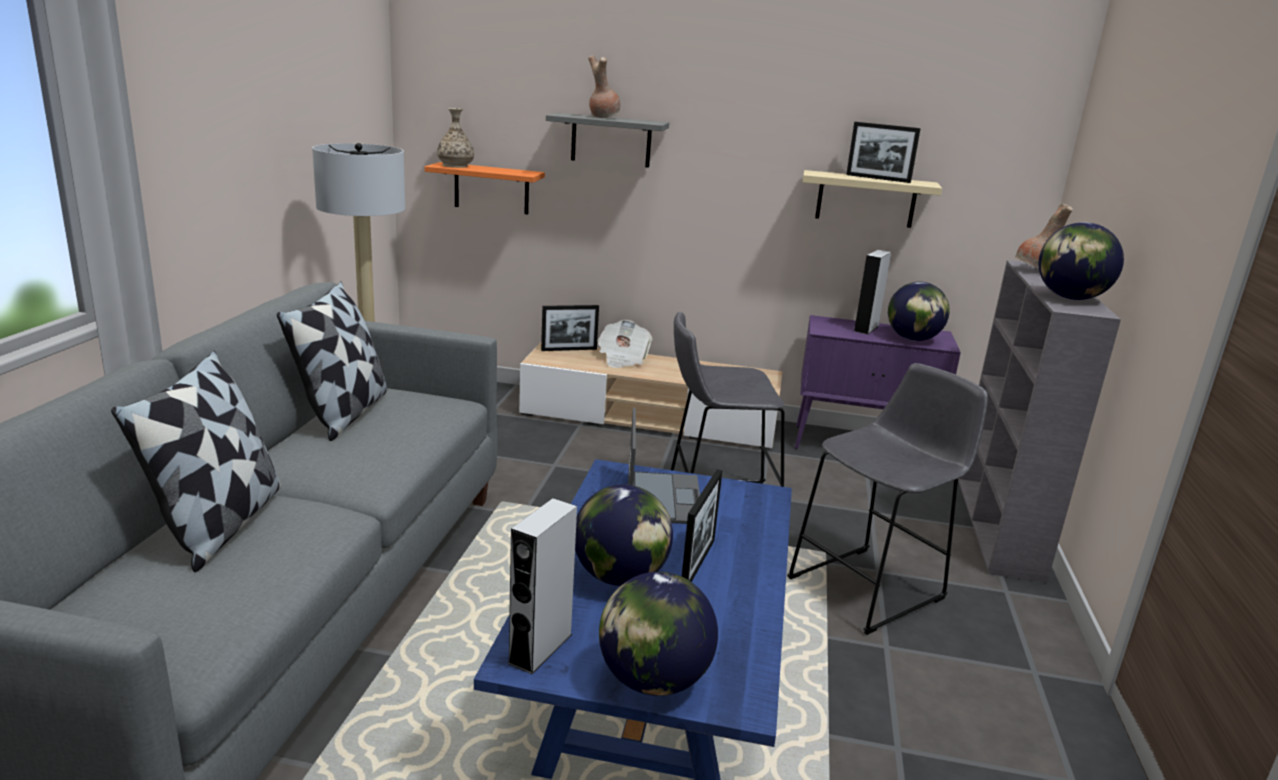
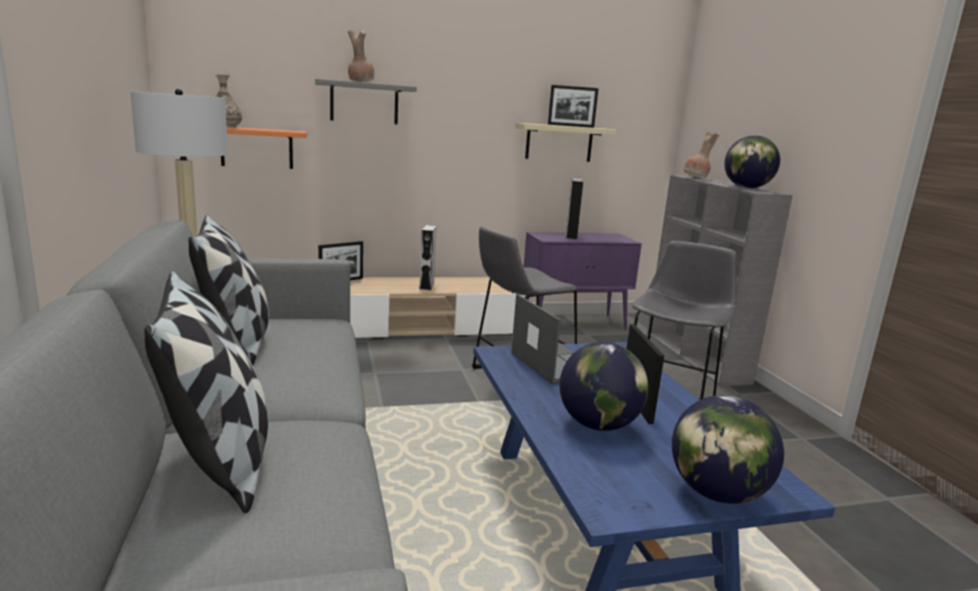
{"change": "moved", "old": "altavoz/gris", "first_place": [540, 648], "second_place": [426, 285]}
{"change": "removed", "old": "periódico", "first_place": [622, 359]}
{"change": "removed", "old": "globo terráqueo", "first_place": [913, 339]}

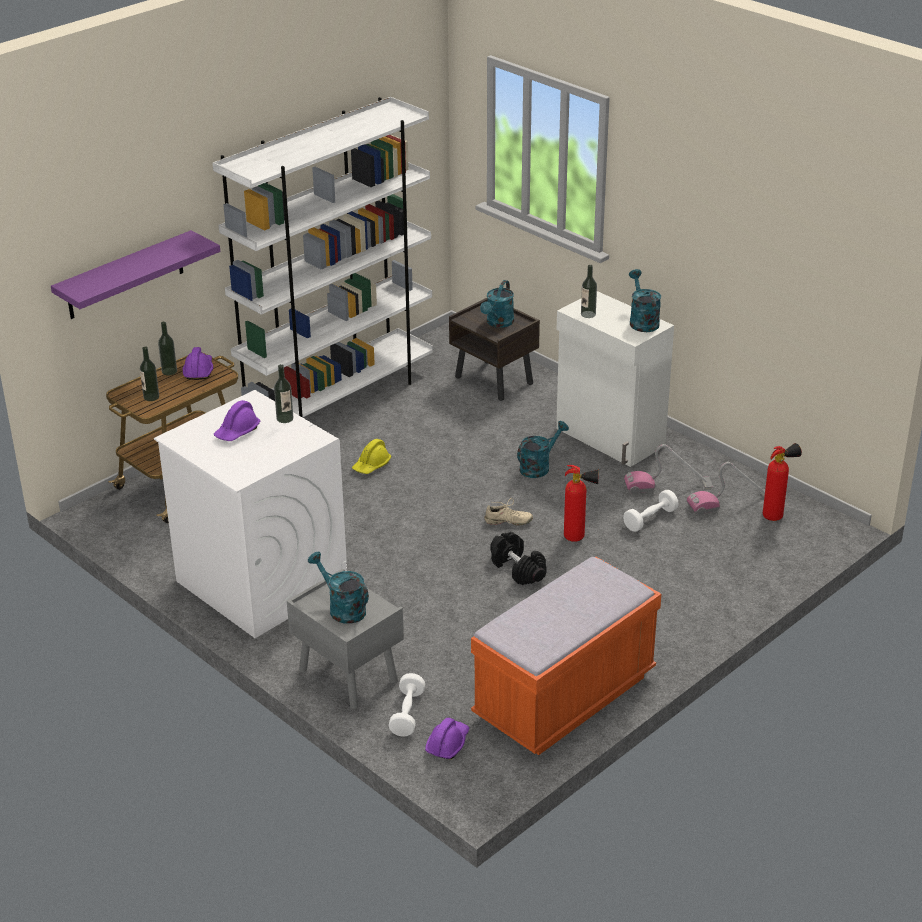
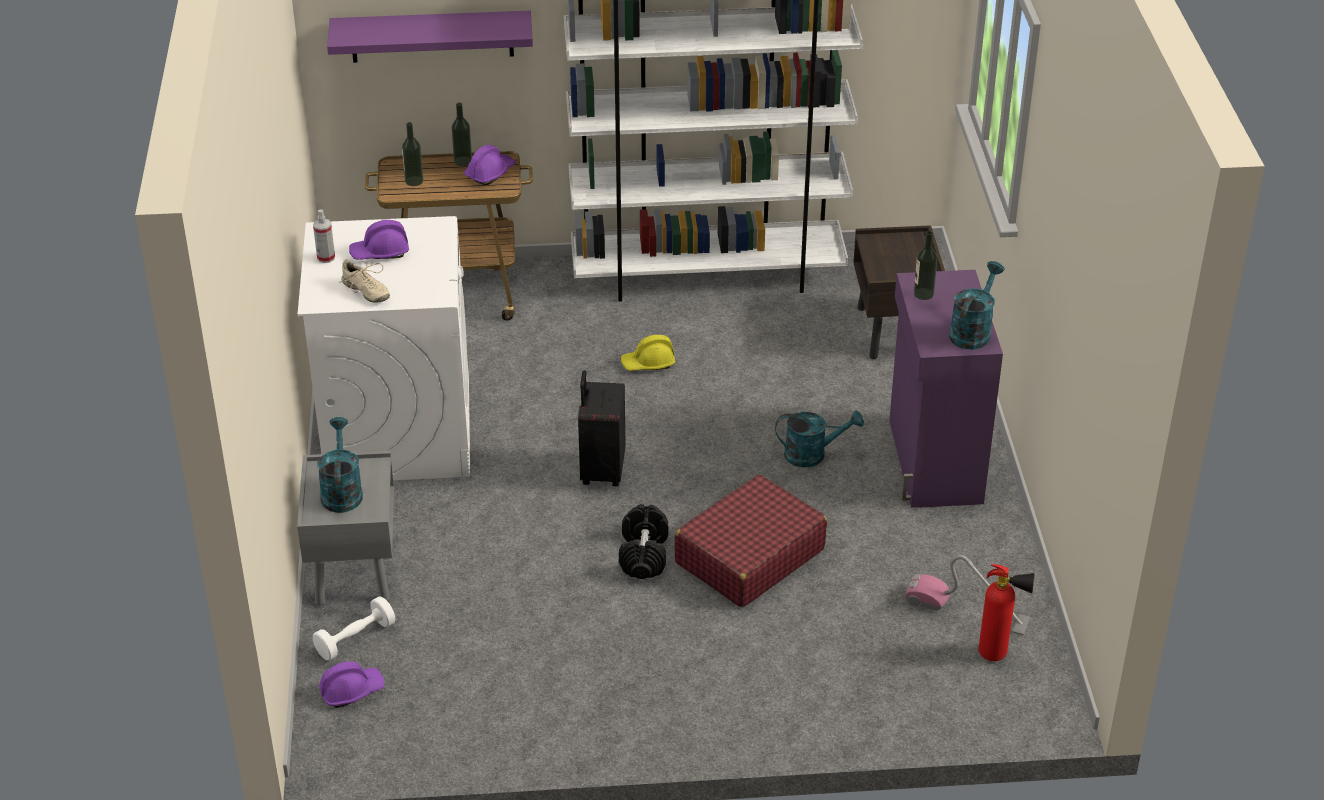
{"change": "removed", "old": "botella", "first_place": [285, 418]}
{"change": "removed", "old": "banco/naranja", "first_place": [565, 697]}
{"change": "removed", "old": "regadera/turquesa", "first_place": [498, 323]}
{"change": "moved", "old": "zapato/beis", "first_place": [508, 521], "second_place": [365, 291]}
{"change": "recoloured", "old": "armario/blanco", "new": "armario/morado", "first_place": [609, 438], "second_place": [933, 462]}
{"change": "replaced", "old": "extintor", "new": "maleta/rojo", "first_place": [579, 538], "second_place": [749, 556]}
{"change": "removed", "old": "mancuerna/blanco", "first_place": [650, 519]}
{"change": "removed", "old": "aspiradora", "first_place": [668, 486]}
{"change": "added", "new": "pulverizador", "second_place": [326, 258]}
{"change": "added", "new": "maleta/negro", "second_place": [601, 471]}

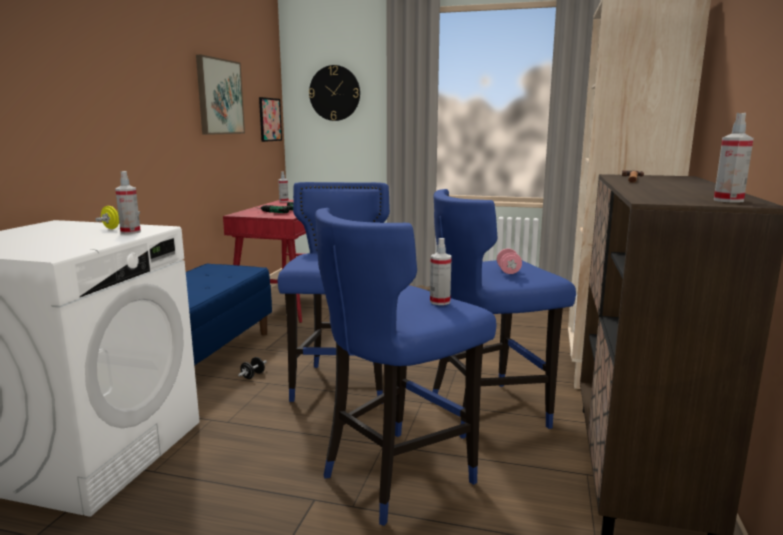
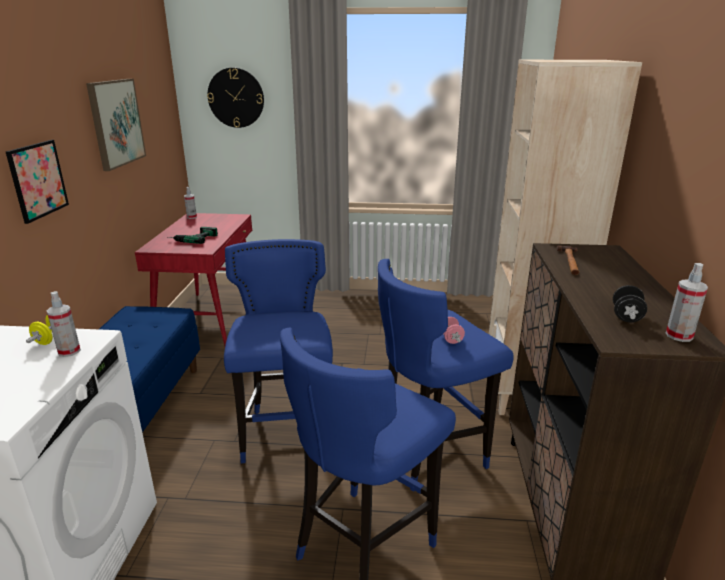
{"change": "moved", "old": "mancuerna/negro", "first_place": [253, 376], "second_place": [626, 316]}
{"change": "moved", "old": "cuadro", "first_place": [270, 119], "second_place": [38, 180]}
{"change": "removed", "old": "pulverizador", "first_place": [440, 302]}

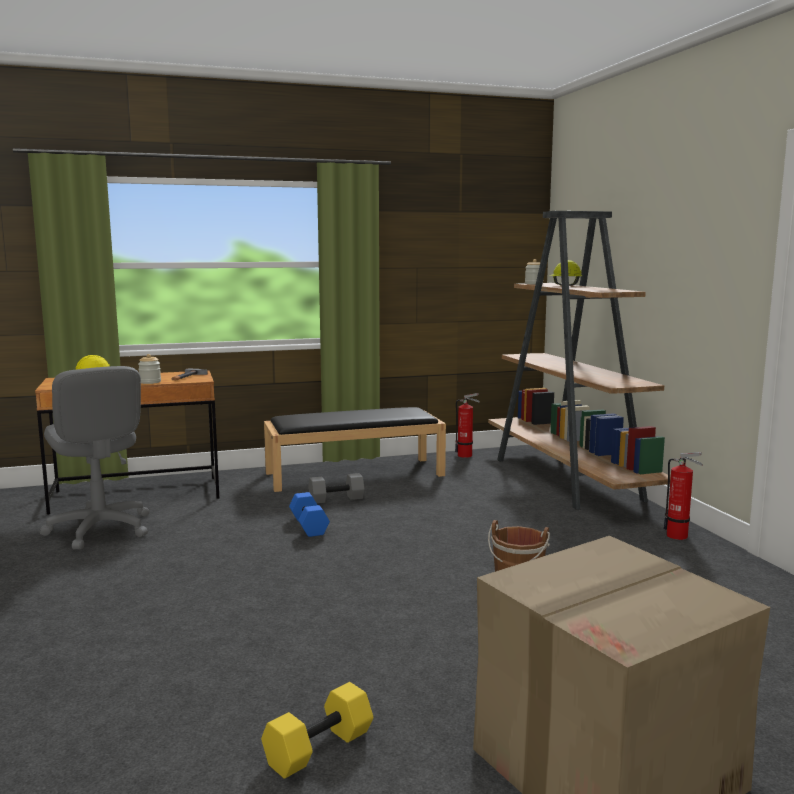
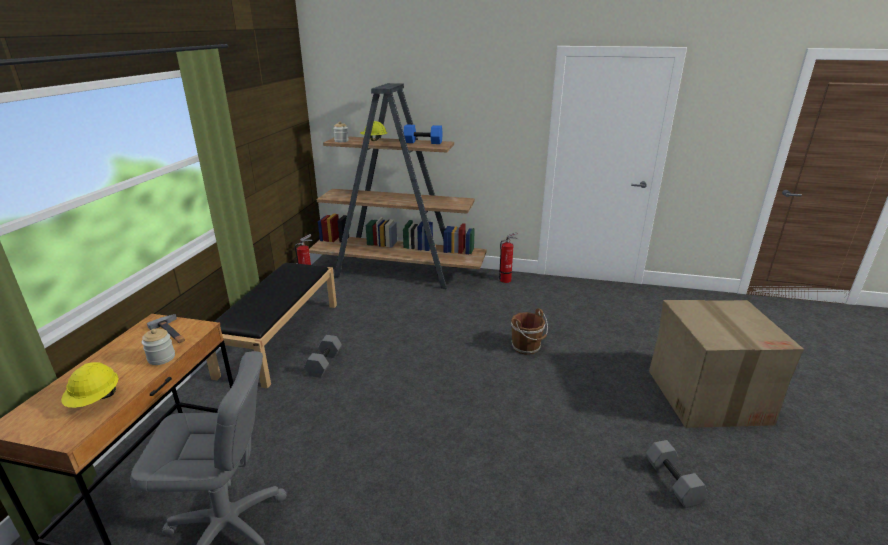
{"change": "recoloured", "old": "mancuerna/amarillo", "new": "mancuerna/gris", "first_place": [319, 749], "second_place": [674, 482]}
{"change": "moved", "old": "mancuerna/azul", "first_place": [310, 526], "second_place": [423, 142]}

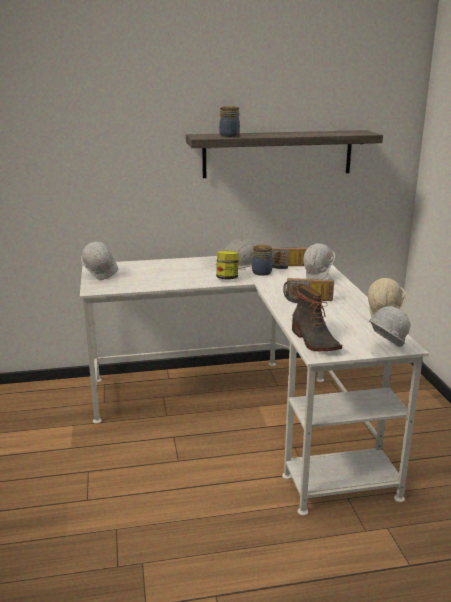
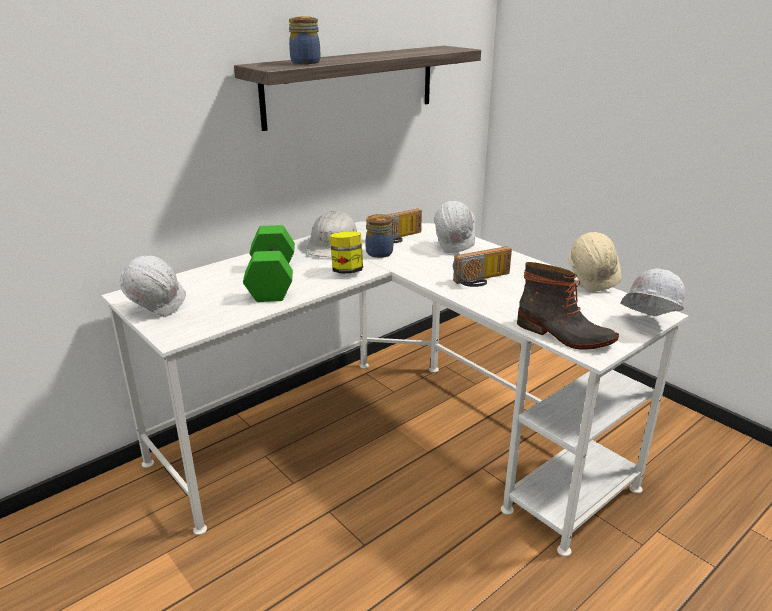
{"change": "added", "new": "mancuerna/verde", "second_place": [270, 280]}

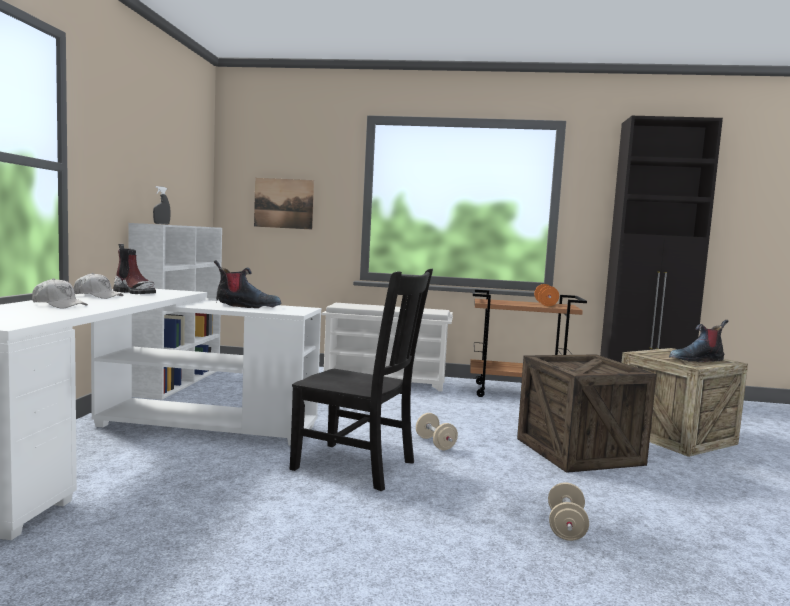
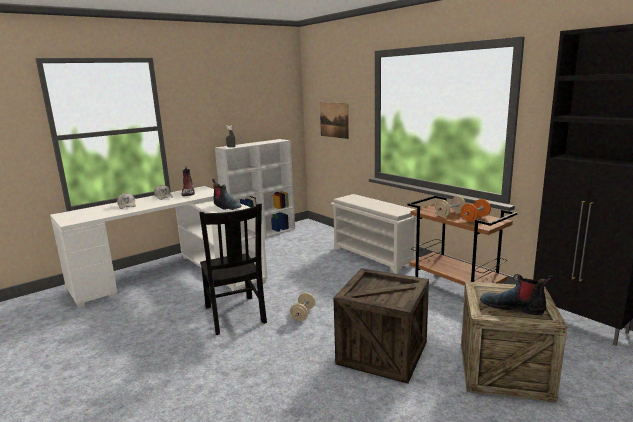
{"change": "moved", "old": "mancuerna/beis", "first_place": [566, 527], "second_place": [450, 214]}

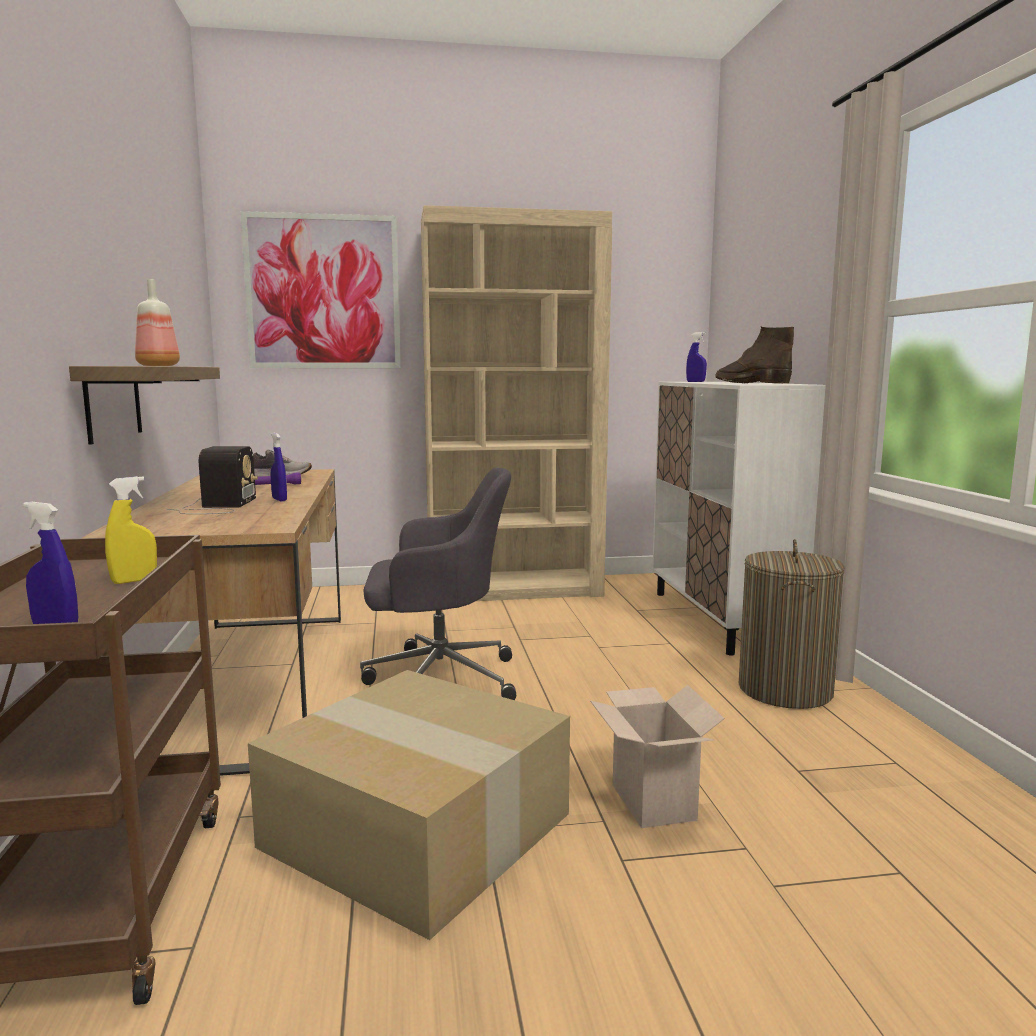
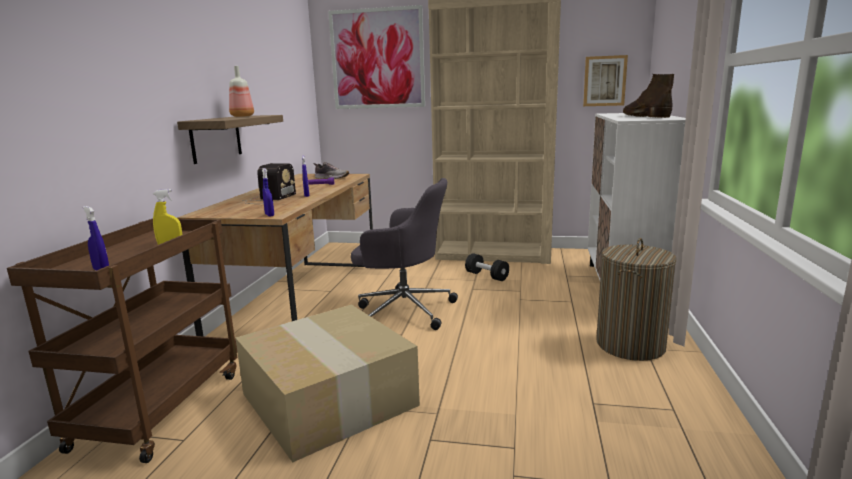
{"change": "removed", "old": "caja de cartón", "first_place": [649, 801]}
{"change": "moved", "old": "pulverizador/azul", "first_place": [695, 382], "second_place": [269, 215]}
{"change": "added", "new": "mancuerna/negro", "second_place": [486, 276]}
{"change": "added", "new": "cuadro", "second_place": [604, 81]}

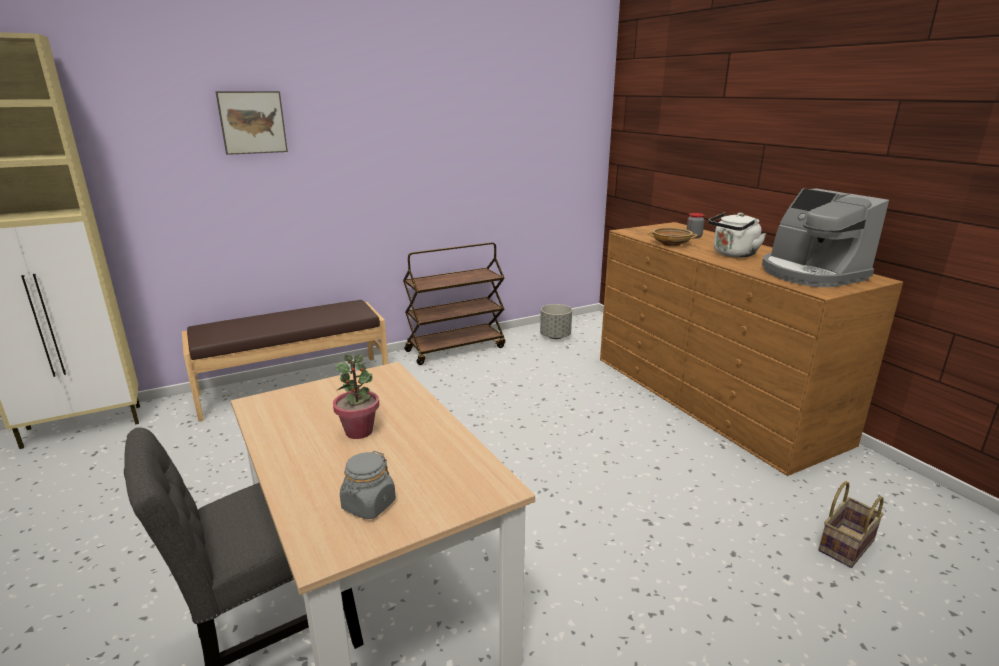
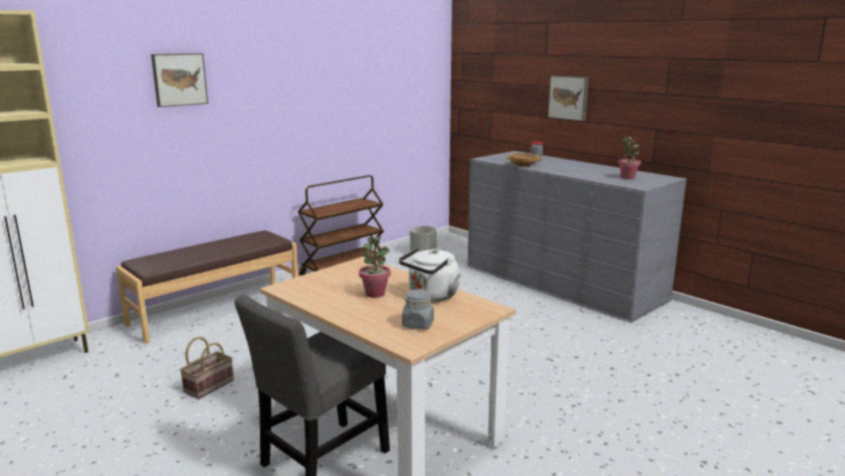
{"change": "recoloured", "old": "cómoda/marrón", "new": "cómoda/gris", "first_place": [711, 397], "second_place": [562, 282]}
{"change": "moved", "old": "hervidor/blanco", "first_place": [732, 254], "second_place": [431, 296]}
{"change": "replaced", "old": "cafetera", "new": "planta en maceta", "first_place": [810, 274], "second_place": [628, 177]}
{"change": "moved", "old": "cesta", "first_place": [845, 544], "second_place": [209, 385]}
{"change": "added", "new": "cuadro", "second_place": [569, 97]}

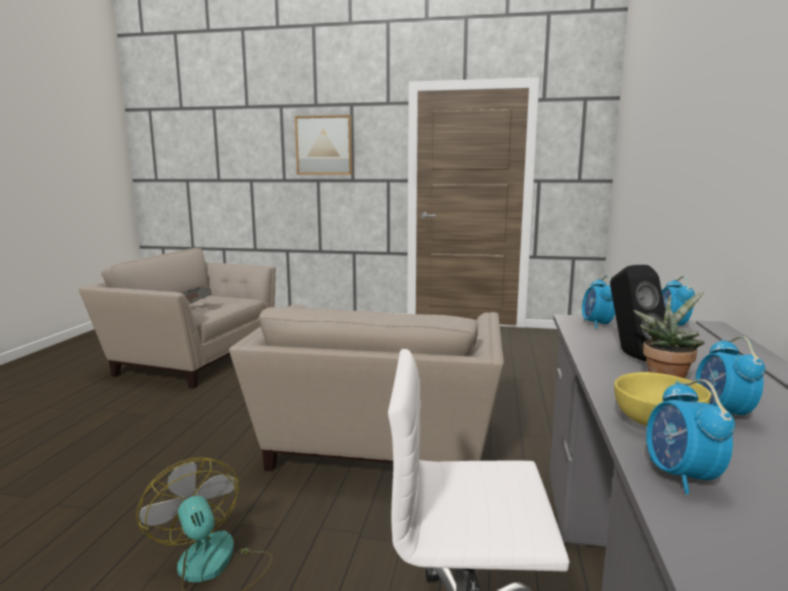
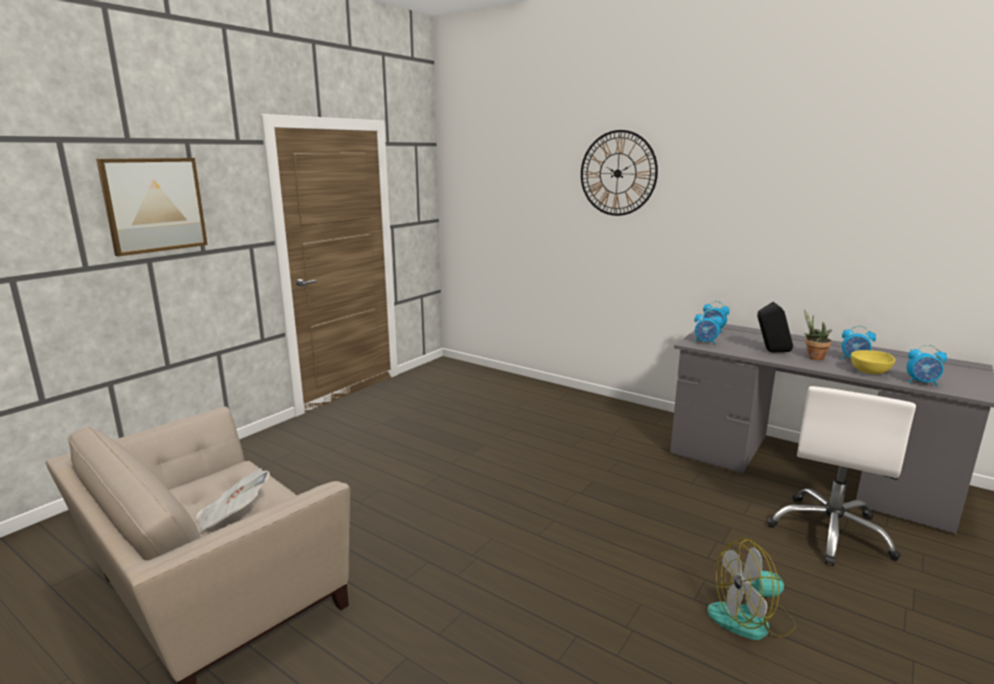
{"change": "removed", "old": "sillón/beis", "first_place": [378, 447]}
{"change": "added", "new": "reloj de pared", "second_place": [617, 173]}

